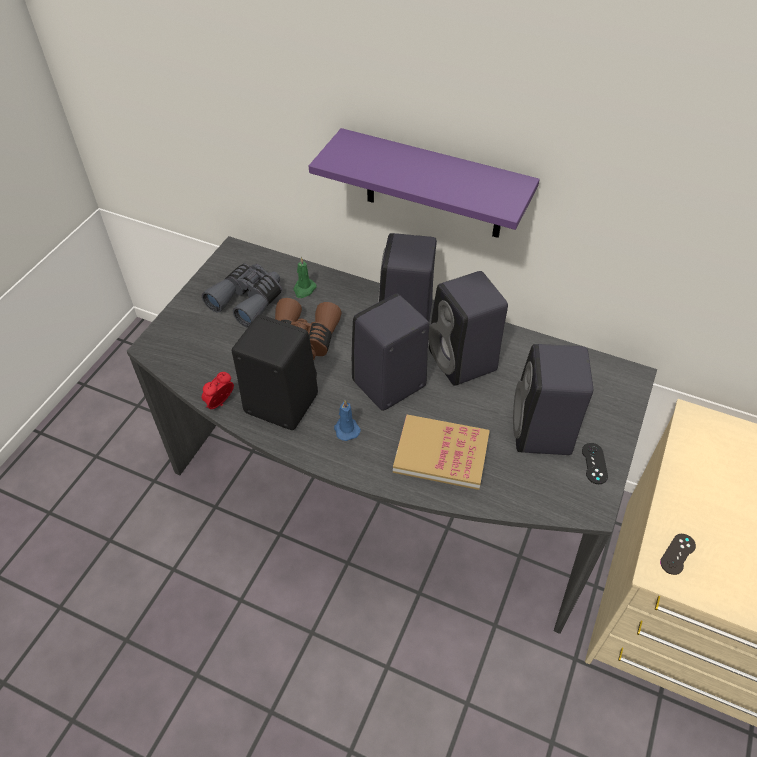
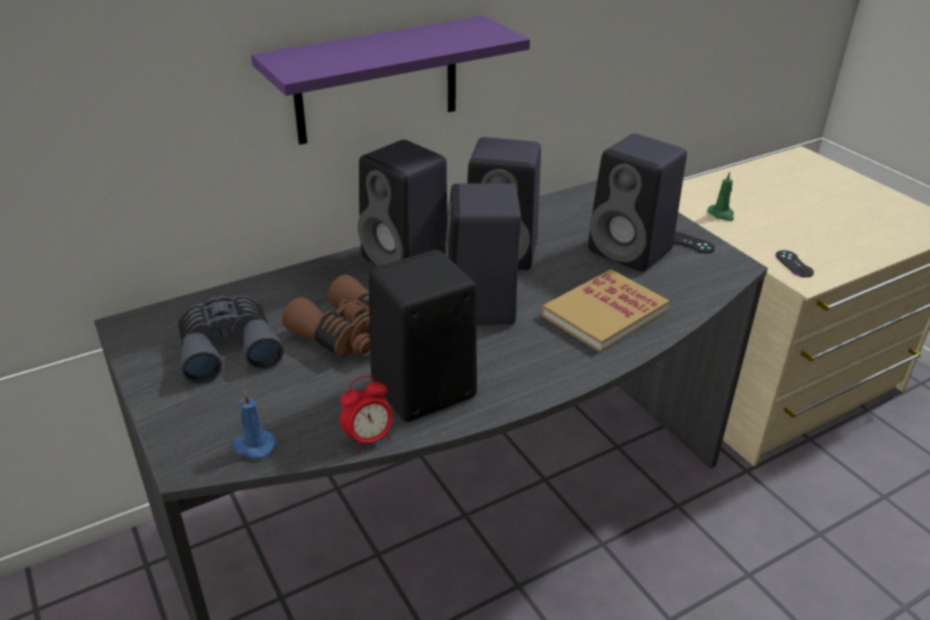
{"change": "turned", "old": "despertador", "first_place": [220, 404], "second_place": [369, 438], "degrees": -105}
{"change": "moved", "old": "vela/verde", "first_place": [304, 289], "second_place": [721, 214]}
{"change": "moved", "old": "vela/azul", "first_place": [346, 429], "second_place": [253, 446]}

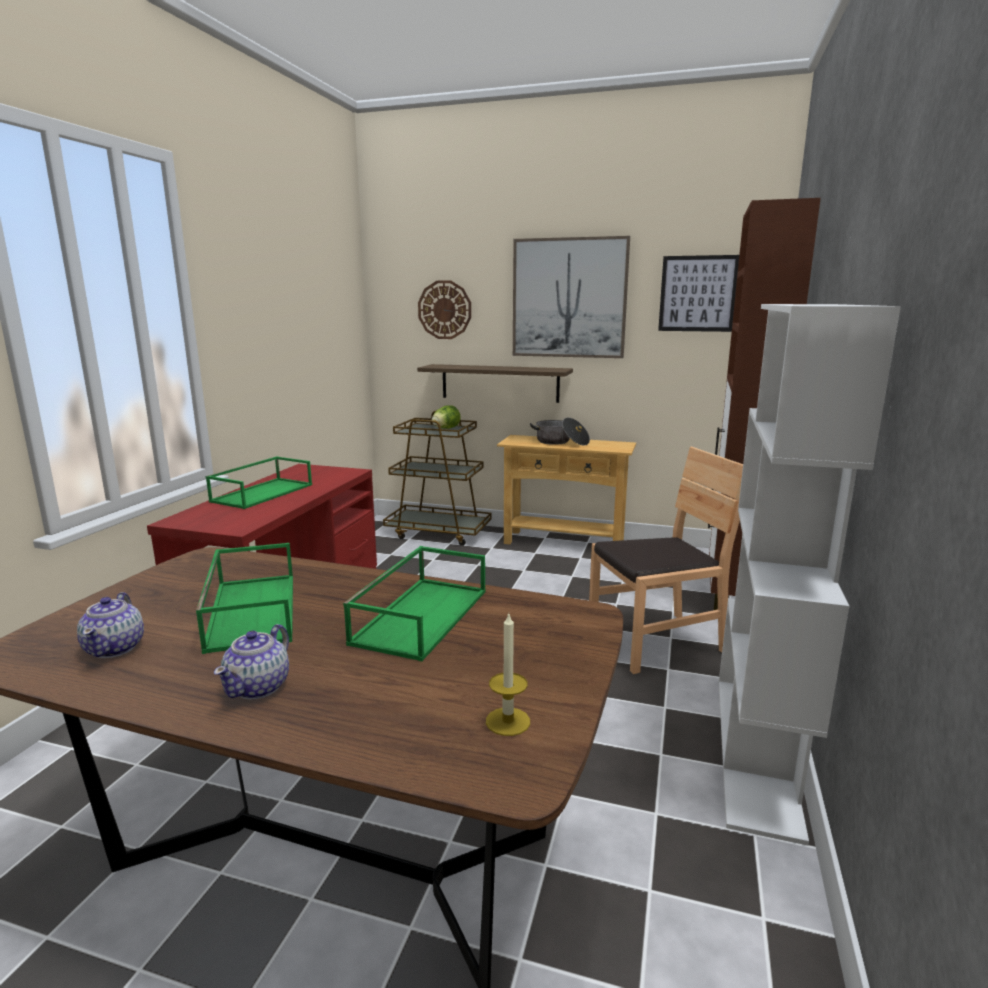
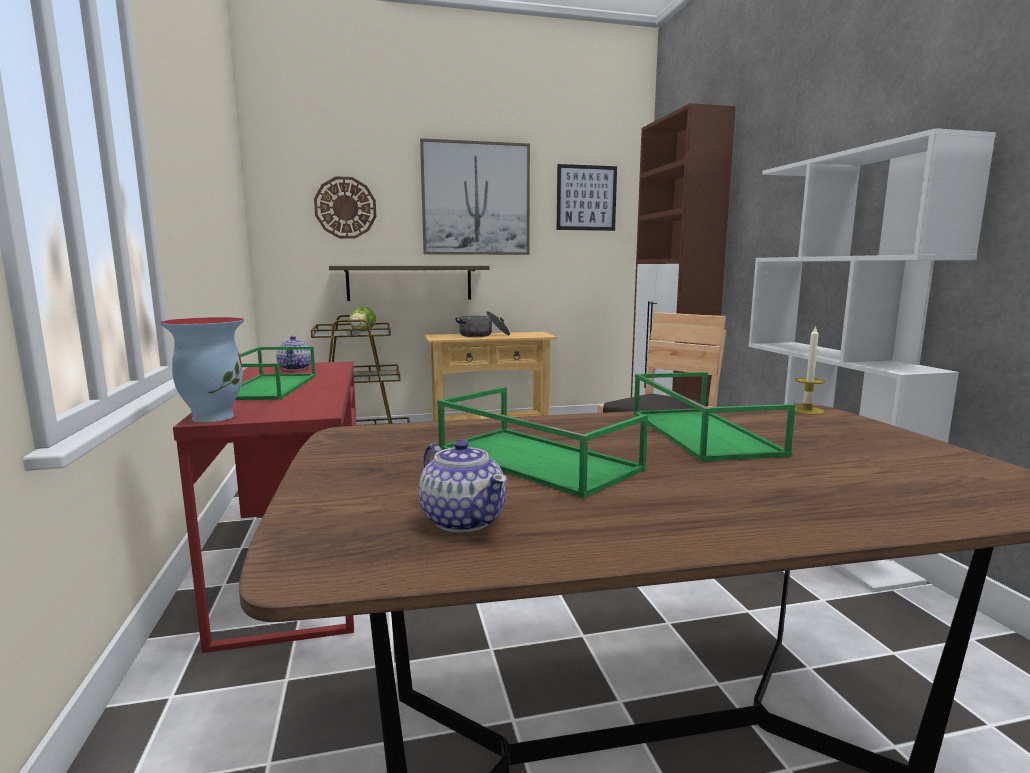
{"change": "moved", "old": "tetera", "first_place": [259, 687], "second_place": [295, 368]}
{"change": "moved", "old": "vela", "first_place": [508, 721], "second_place": [806, 410]}
{"change": "added", "new": "florero", "second_place": [212, 417]}

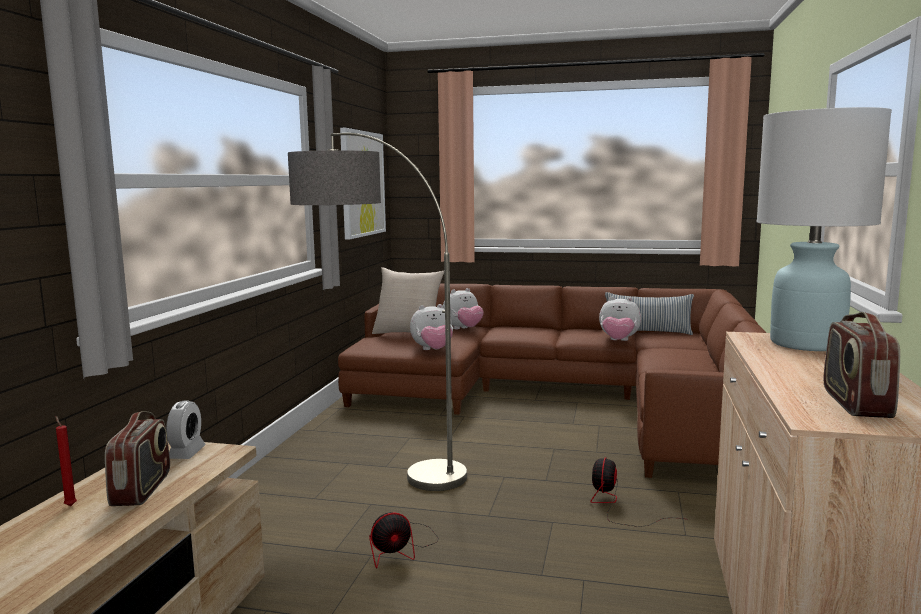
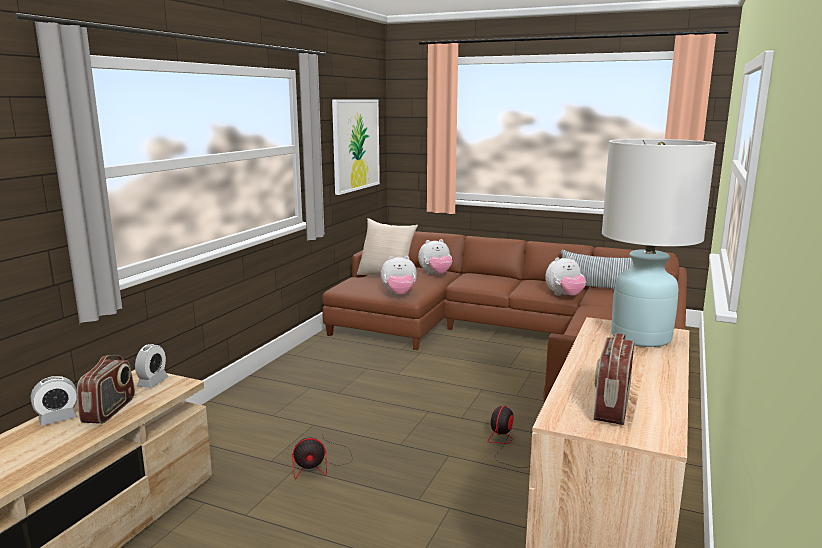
{"change": "replaced", "old": "vela/rojo", "new": "despertador", "first_place": [70, 505], "second_place": [58, 418]}
{"change": "removed", "old": "lámpara de pie", "first_place": [375, 465]}
{"change": "turned", "old": "peluche", "first_place": [618, 341], "second_place": [564, 296], "degrees": -45}

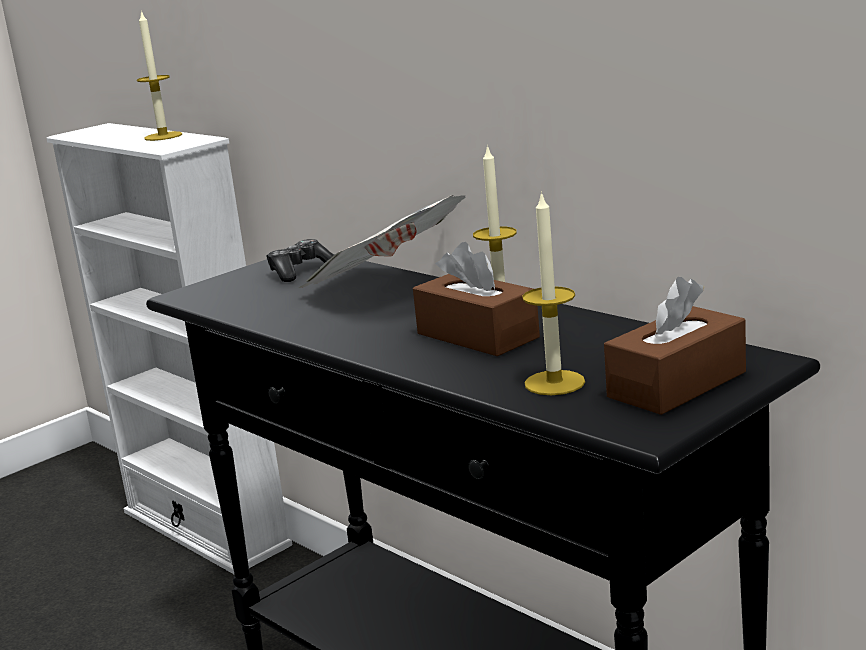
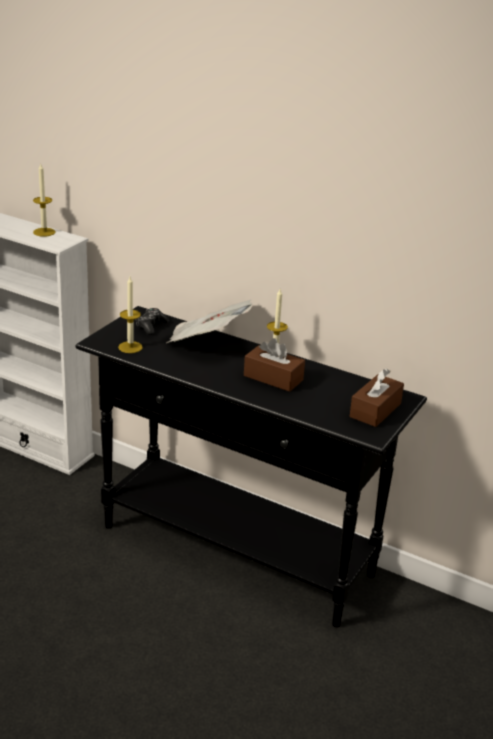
{"change": "moved", "old": "vela", "first_place": [554, 383], "second_place": [130, 347]}

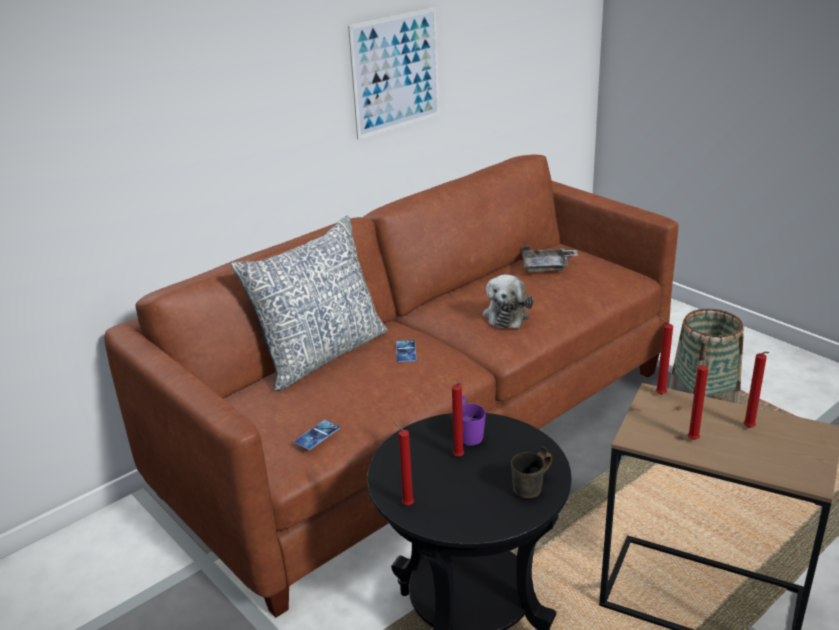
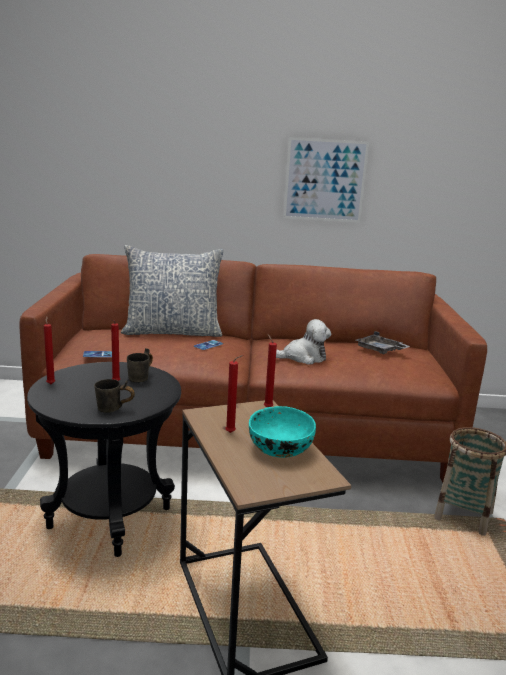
{"change": "recoloured", "old": "taza grande/morado", "new": "taza grande/gris", "first_place": [470, 435], "second_place": [143, 379]}
{"change": "turned", "old": "peluche", "first_place": [507, 314], "second_place": [303, 357], "degrees": -150}
{"change": "replaced", "old": "vela/rojo", "new": "cuenco/turquesa", "first_place": [749, 429], "second_place": [279, 448]}

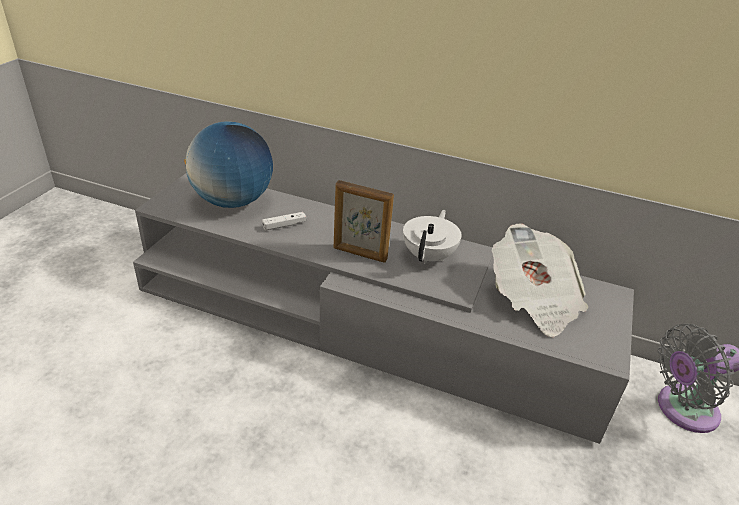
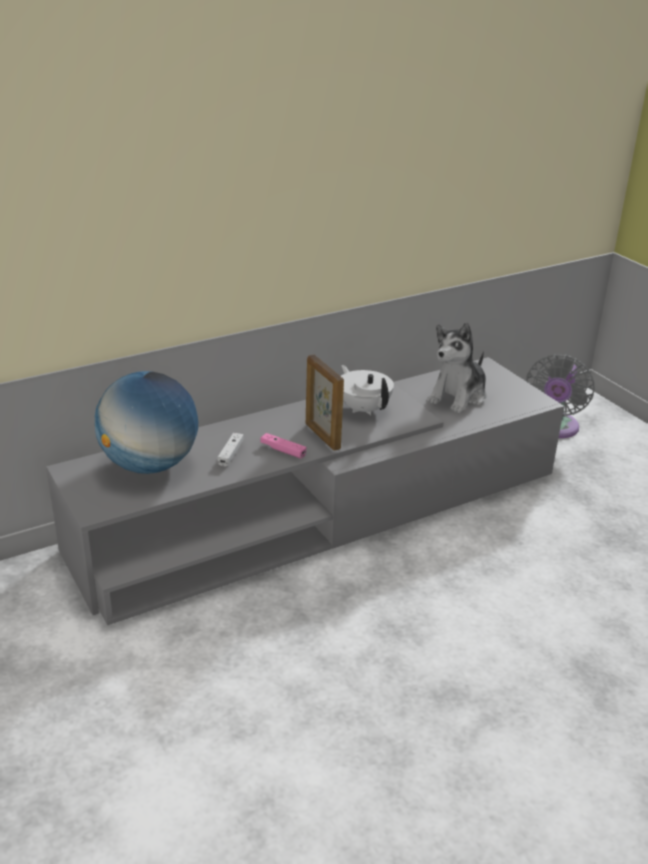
{"change": "turned", "old": "portarretratos", "first_place": [360, 254], "second_place": [322, 436], "degrees": 90}
{"change": "replaced", "old": "periódico", "new": "peluche", "first_place": [533, 300], "second_place": [458, 396]}
{"change": "added", "new": "mando de consola/rosa", "second_place": [283, 450]}

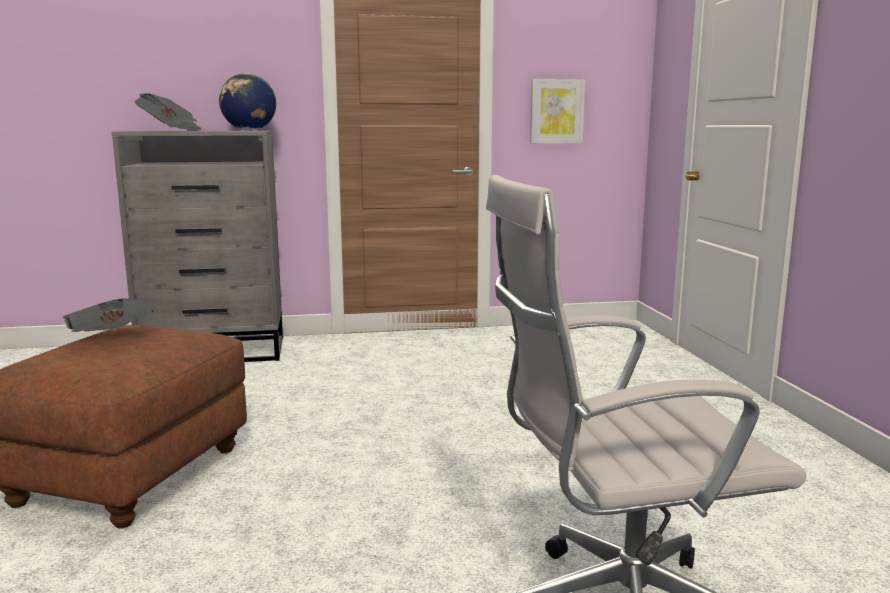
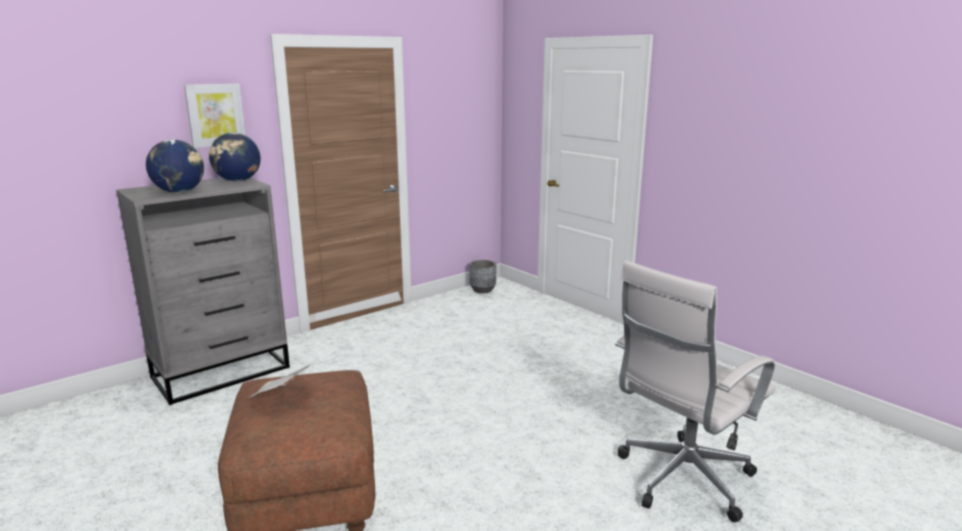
{"change": "replaced", "old": "periódico", "new": "globo terráqueo", "first_place": [171, 130], "second_place": [179, 192]}
{"change": "moved", "old": "cuadro", "first_place": [556, 111], "second_place": [215, 115]}
{"change": "added", "new": "maceta/gris", "second_place": [482, 290]}

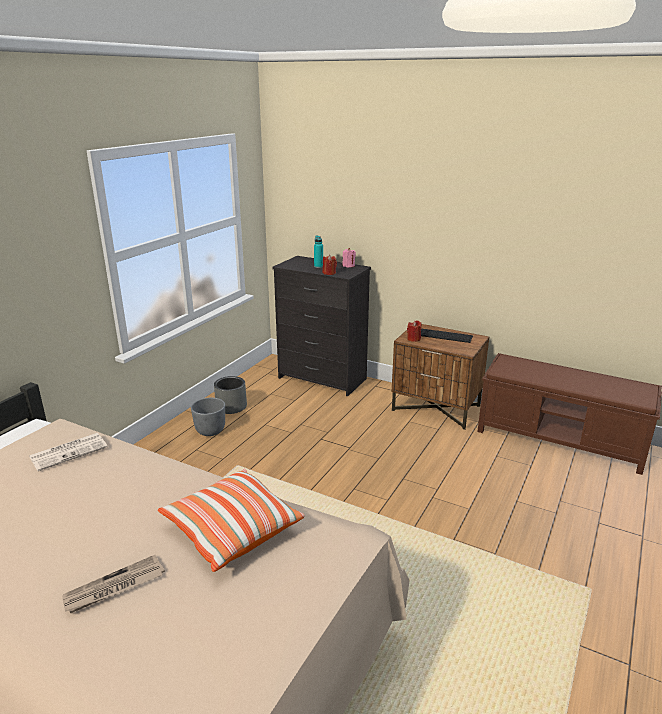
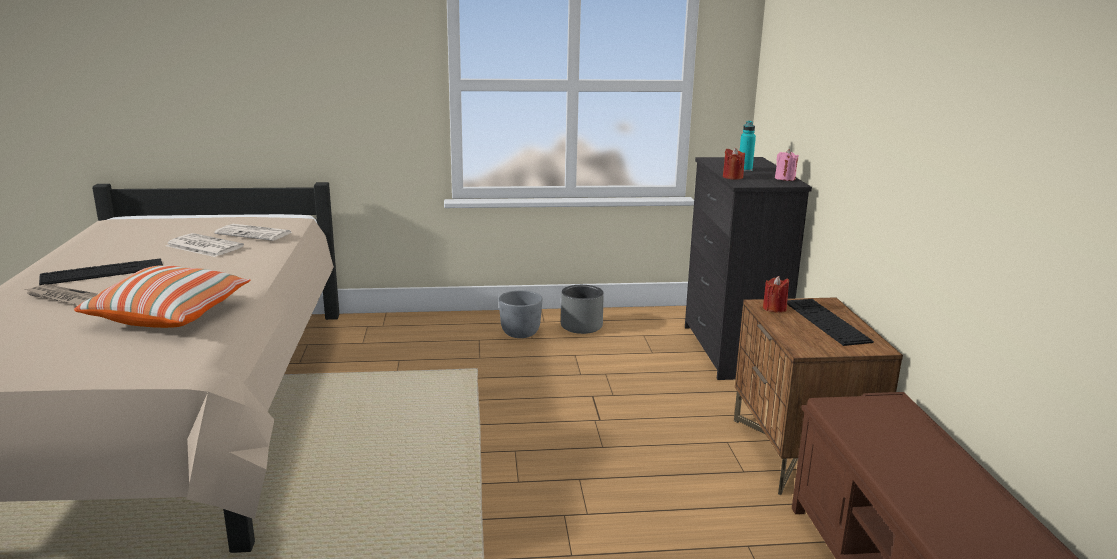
{"change": "added", "new": "teclado", "second_place": [102, 272]}
{"change": "added", "new": "periódico", "second_place": [203, 246]}

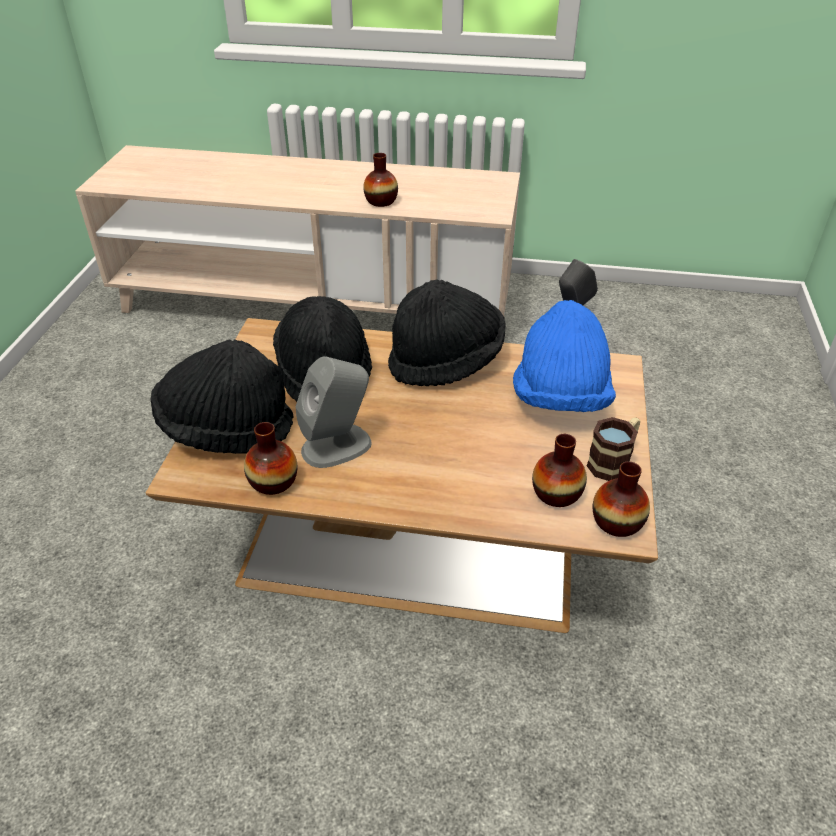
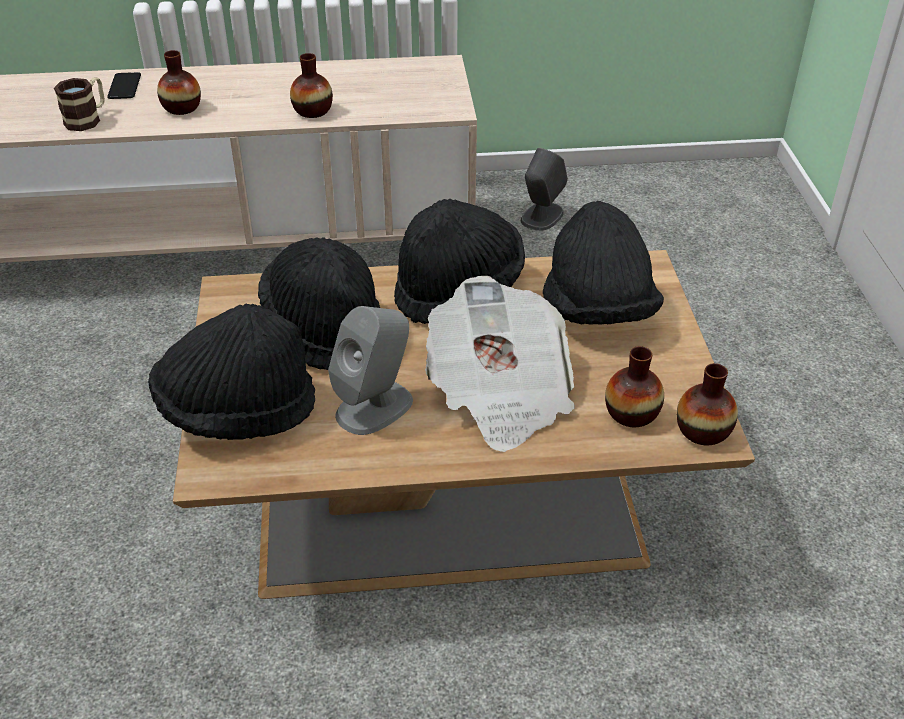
{"change": "moved", "old": "florero", "first_place": [273, 481], "second_place": [182, 108]}
{"change": "recoloured", "old": "sombrero/azul", "new": "sombrero/negro", "first_place": [560, 398], "second_place": [597, 310]}
{"change": "moved", "old": "taza grande", "first_place": [613, 461], "second_place": [87, 119]}
{"change": "added", "new": "móvil", "second_place": [124, 86]}
{"change": "added", "new": "periódico", "second_place": [499, 394]}

